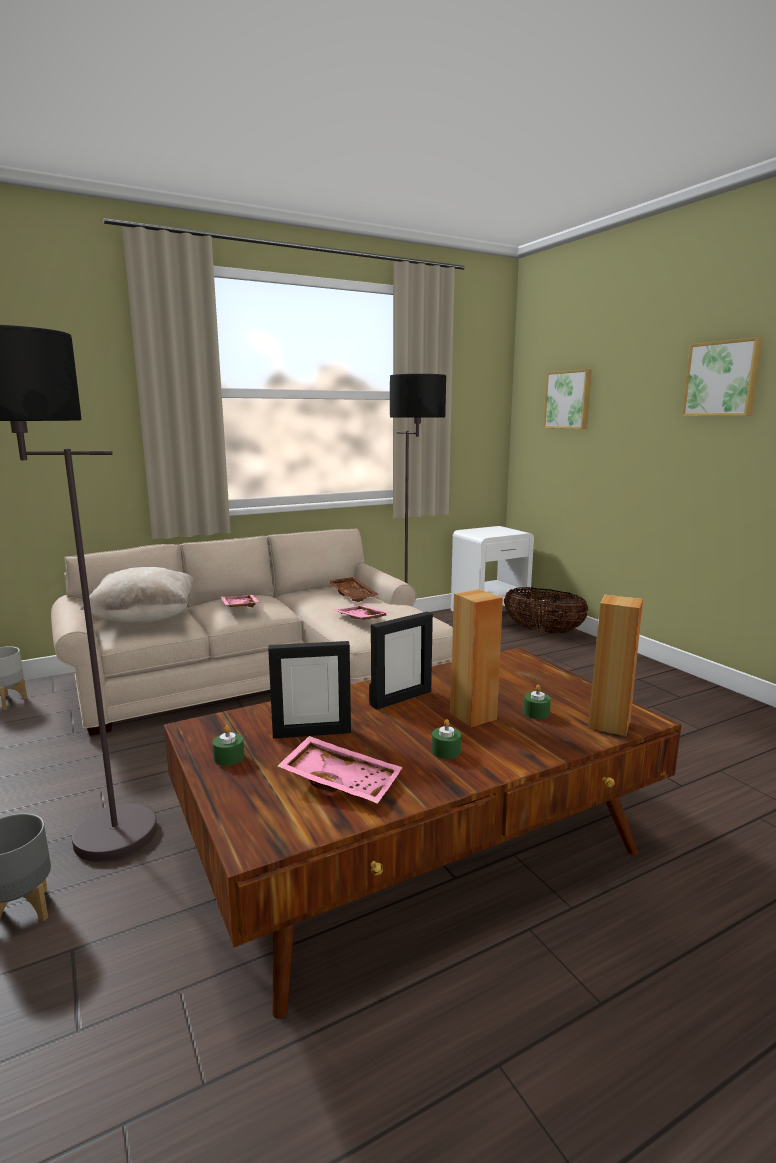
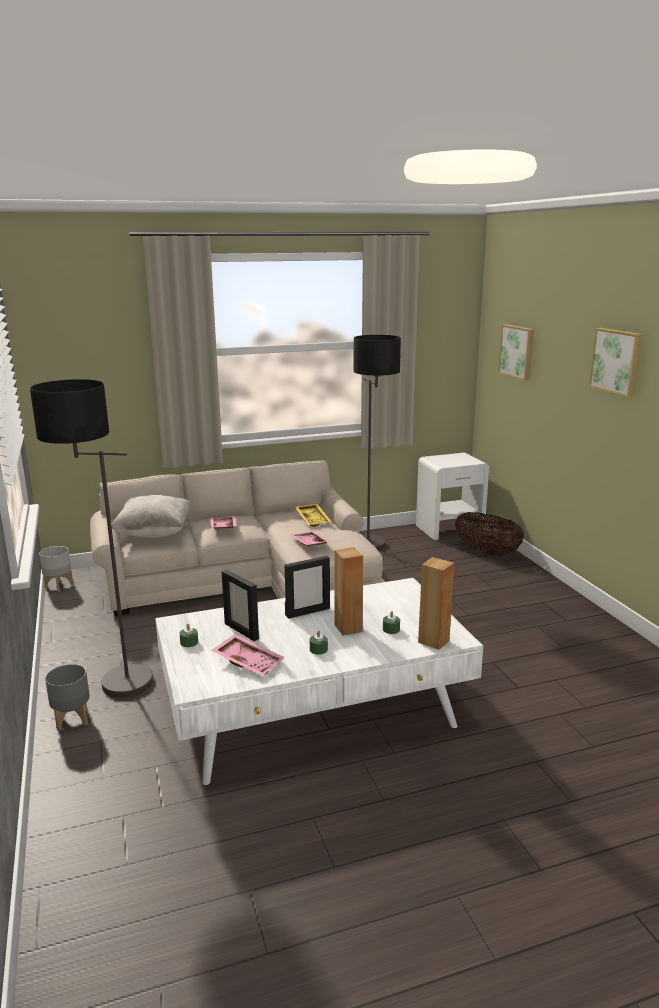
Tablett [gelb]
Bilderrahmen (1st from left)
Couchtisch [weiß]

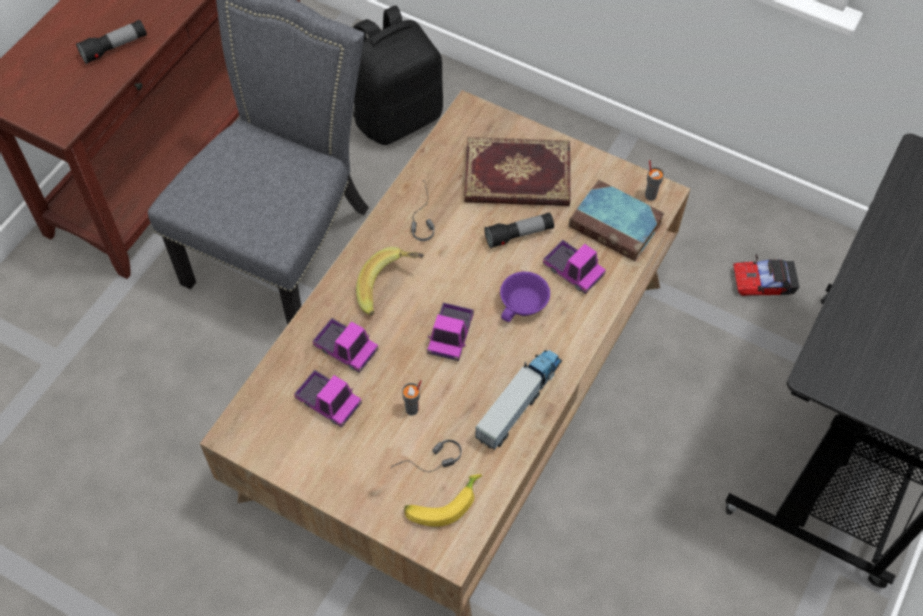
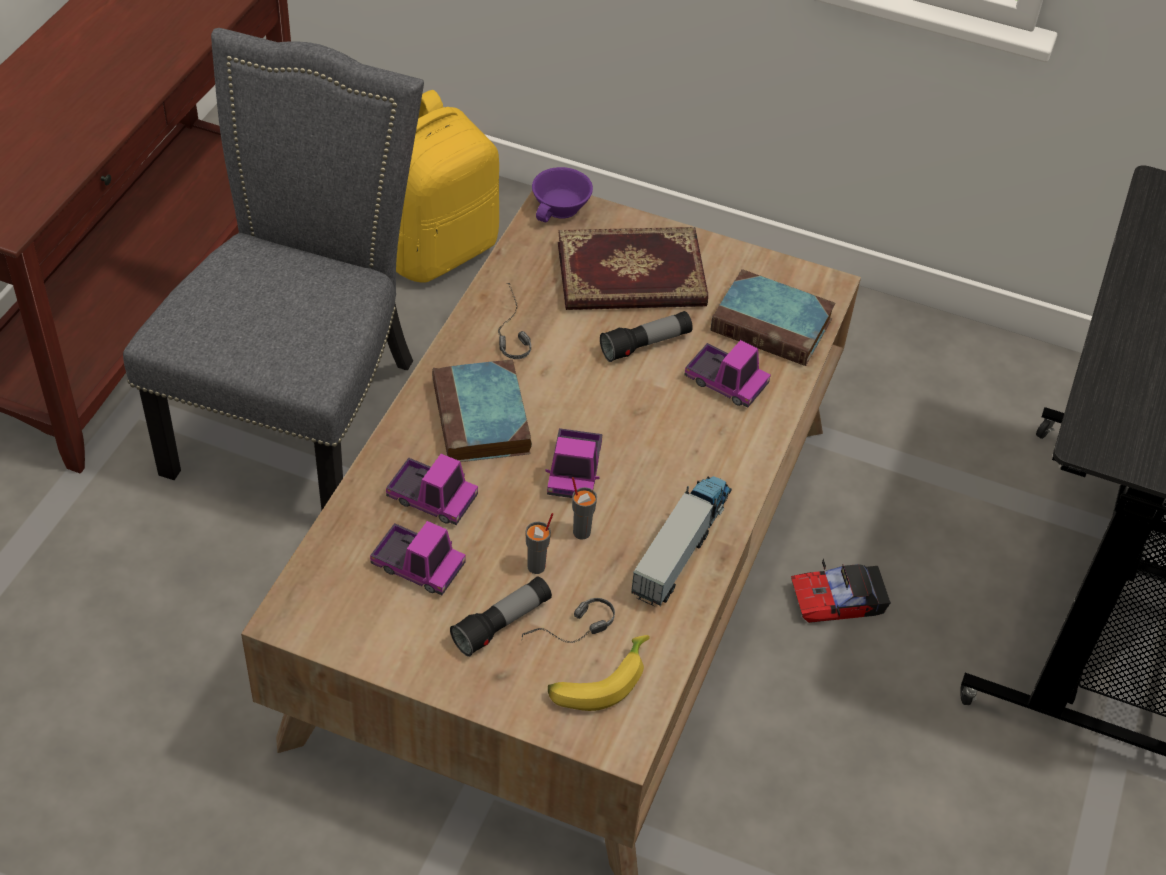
Rucksack [gelb]
Taschenlampe (1st from left)
Tasse [grau] (2nd from left)
Buch (1st from left)
Spielzeugauto
Tasse [lila]

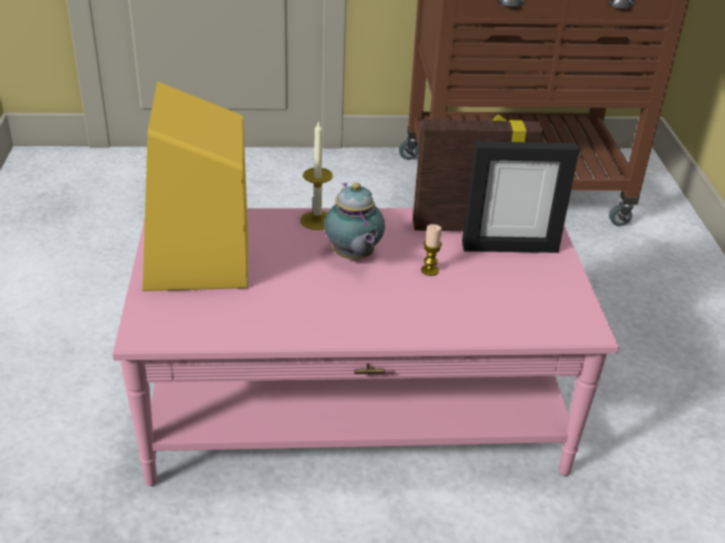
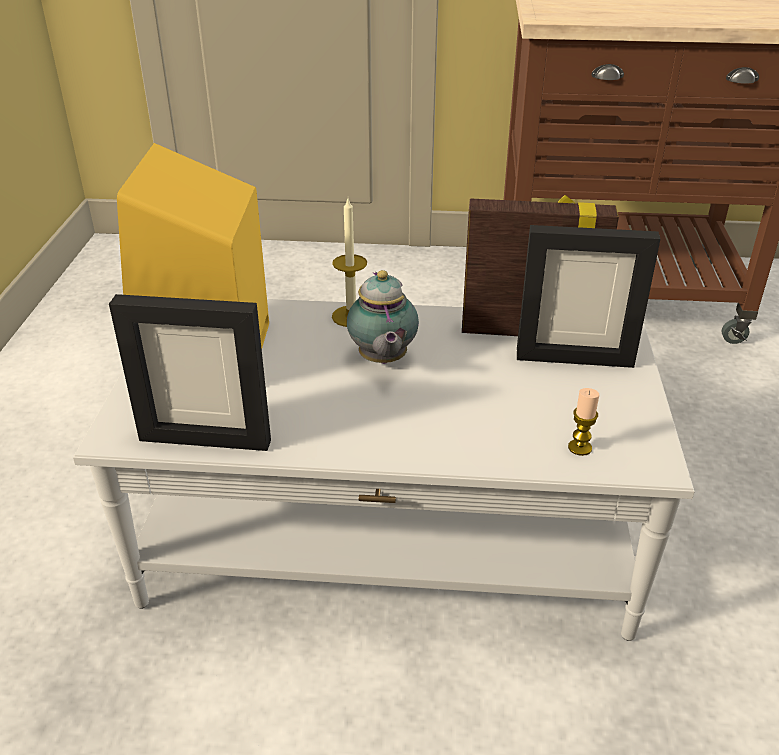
Couchtisch [weiß]
Kerze (2nd from left)
Bilderrahmen (1st from left)

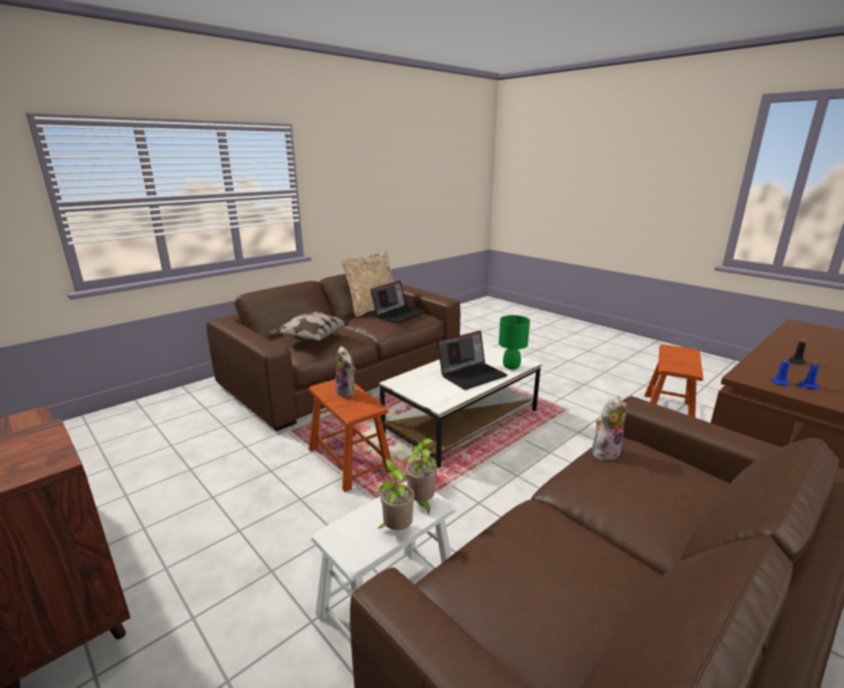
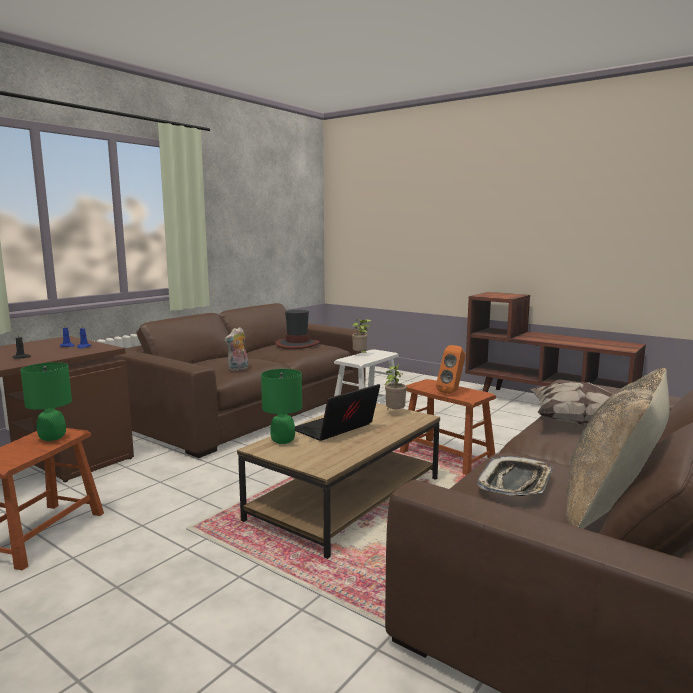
Tablett
Couchtisch [braun]
Lautsprecher [orange]
Topfpflanze (2nd from left)
Hut
Tischlampe [grün] (1st from left)

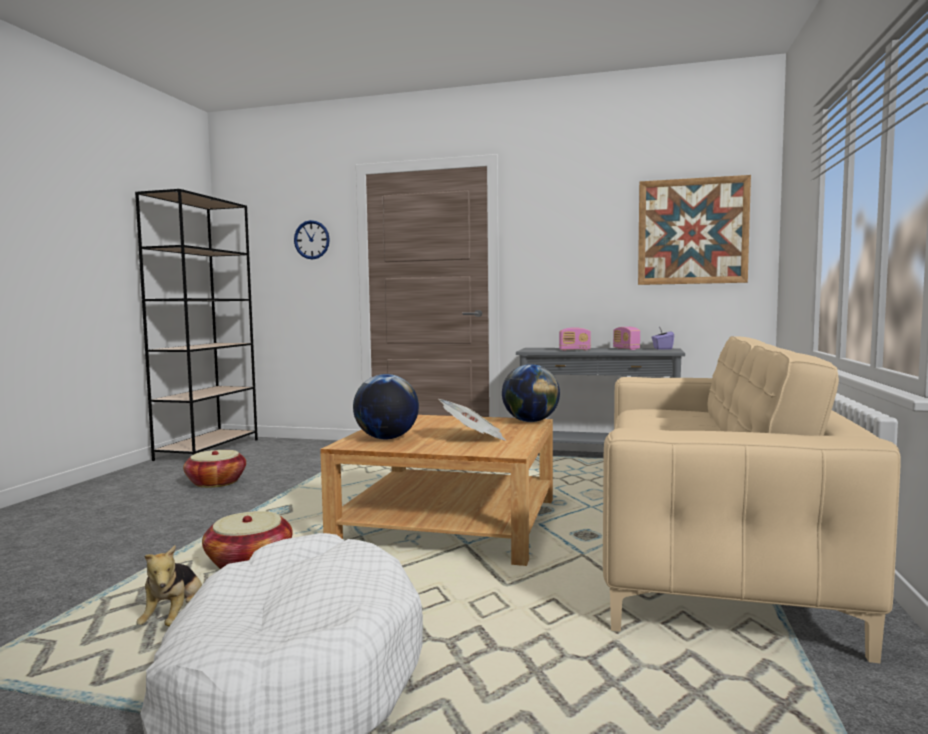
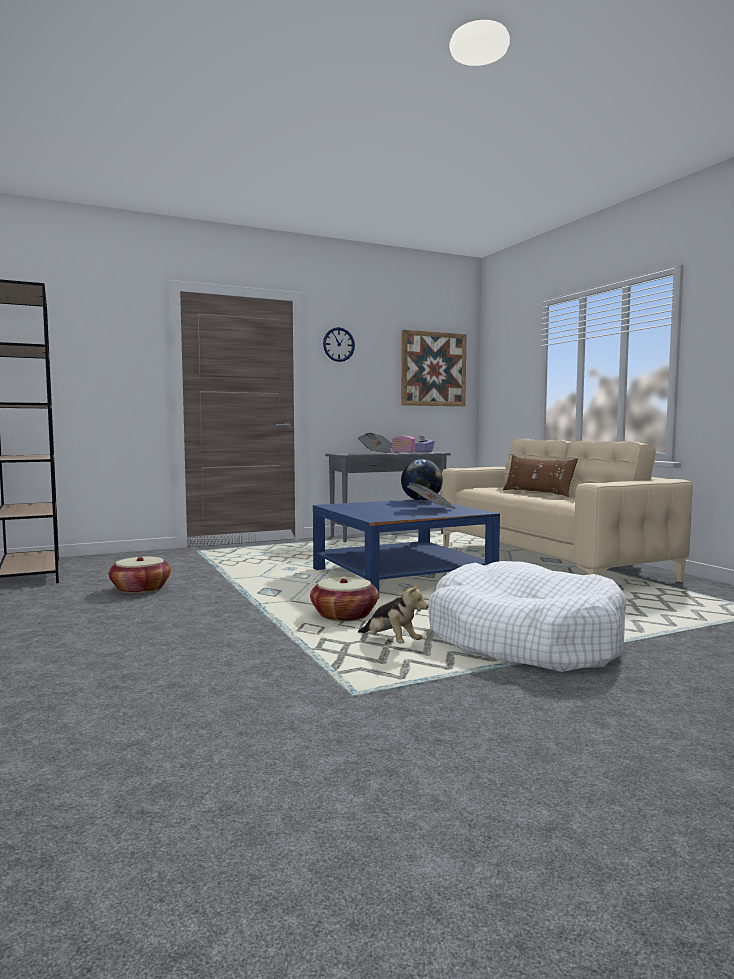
Wanduhr
Zeitung (1st from left)
Globus (1st from left in the first image)
Couchtisch [blau]
Kissen [braun]

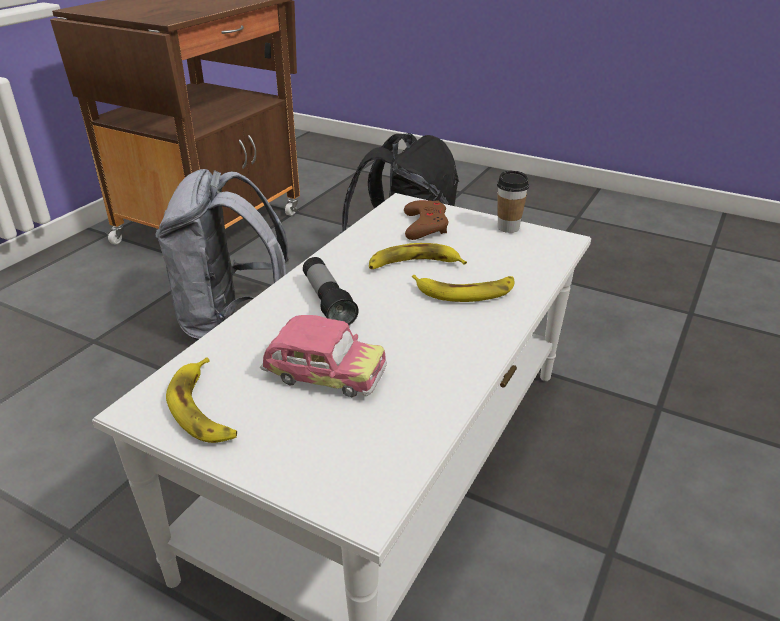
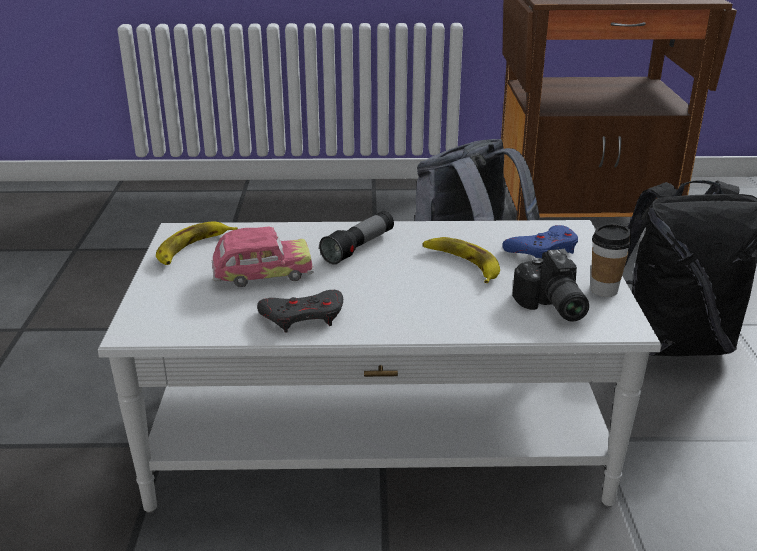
Gamepad [blau]
Banane (3rd from left in the first image)
Spielzeugauto
Kamera
Gamepad [grau]

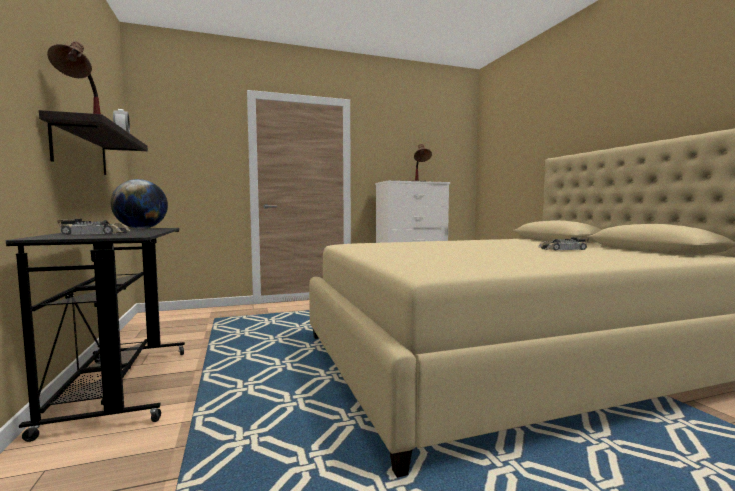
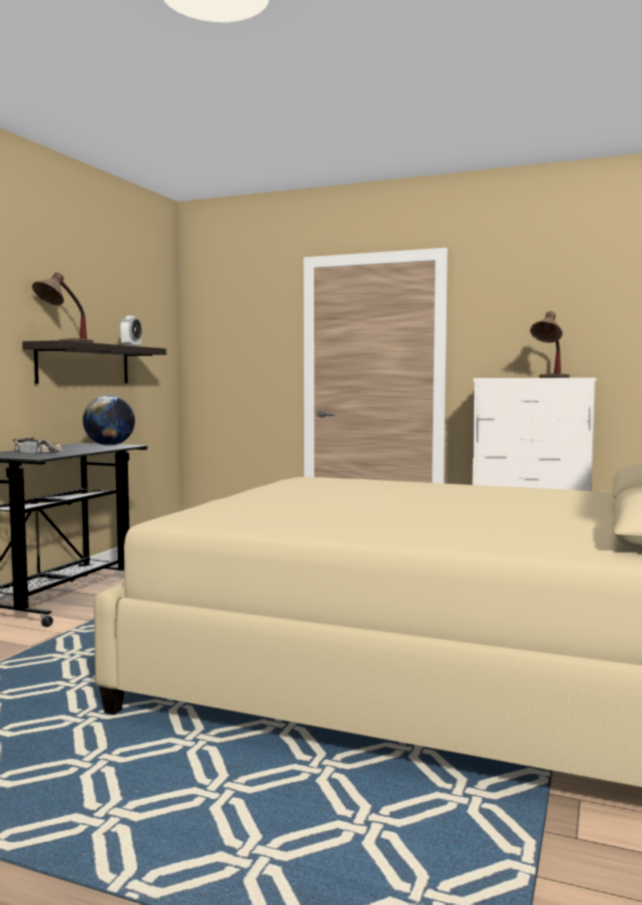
Spielzeugauto (2nd from left in the first image)

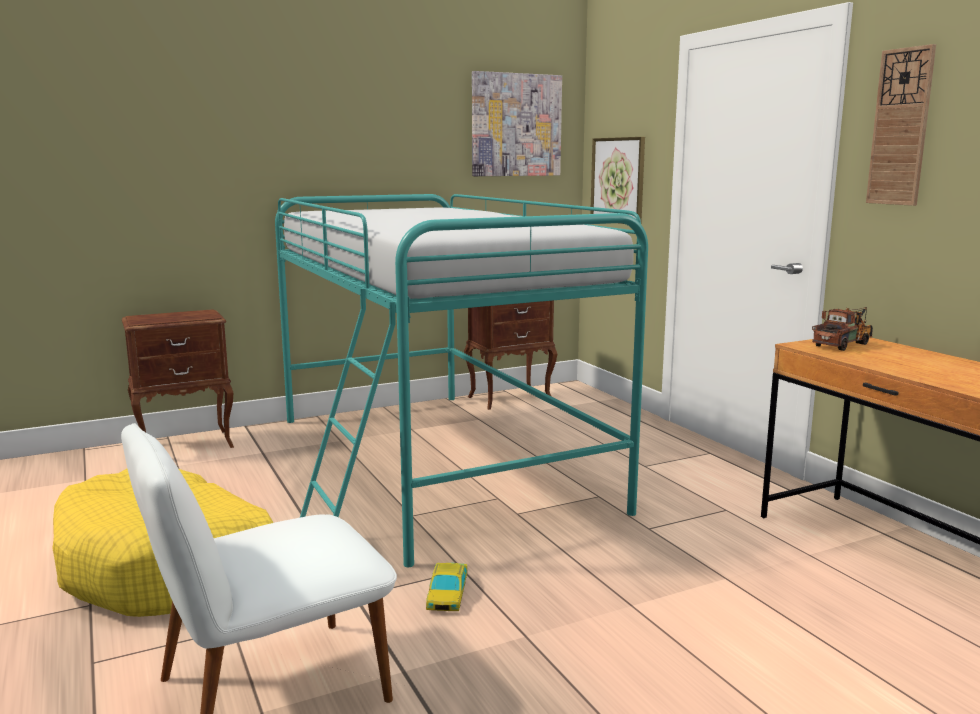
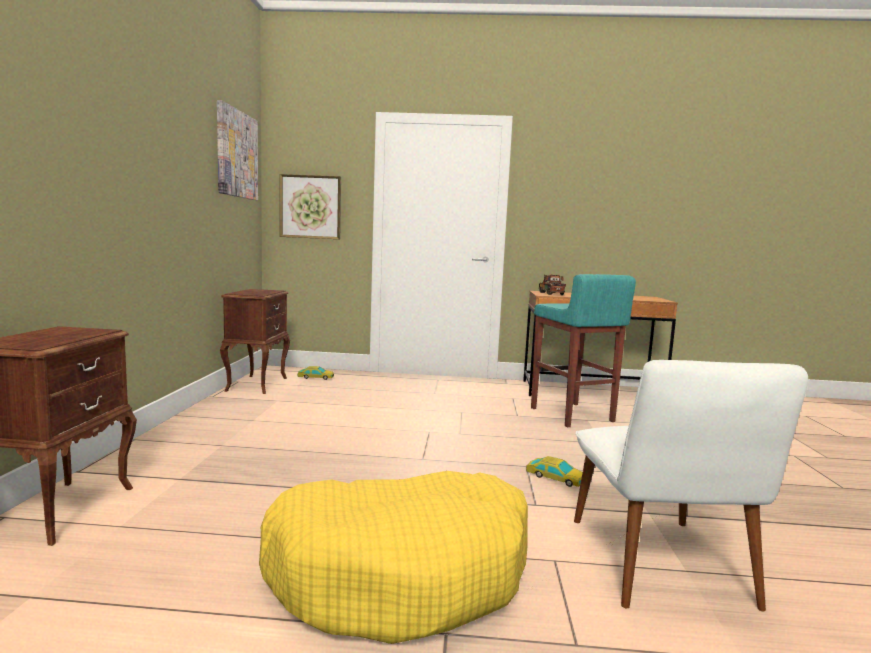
Wanduhr
Bett [türkis]
Hocker [türkis]
Spielzeugauto (1st from left)

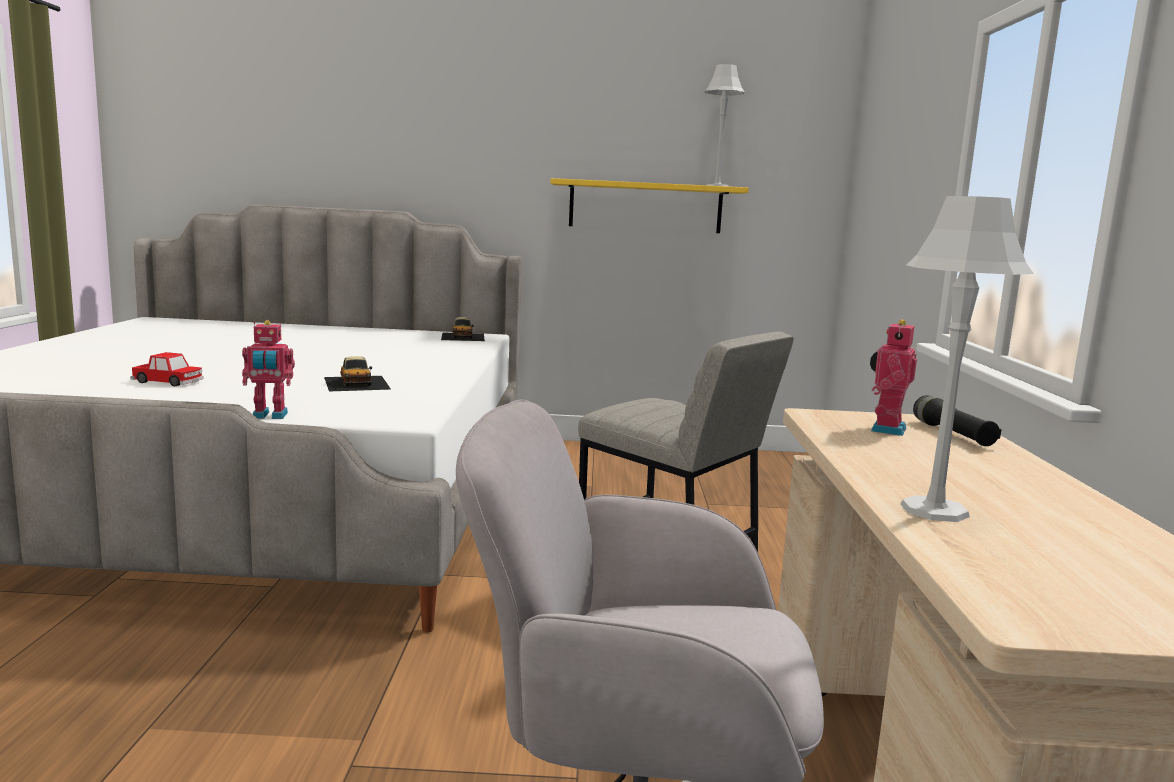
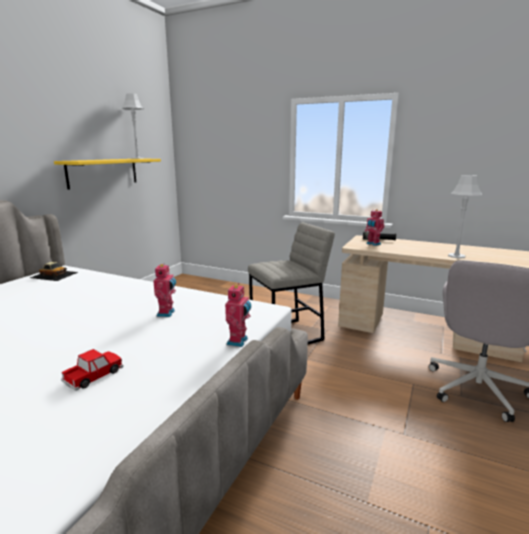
Spielzeugroboter (1st from left)

